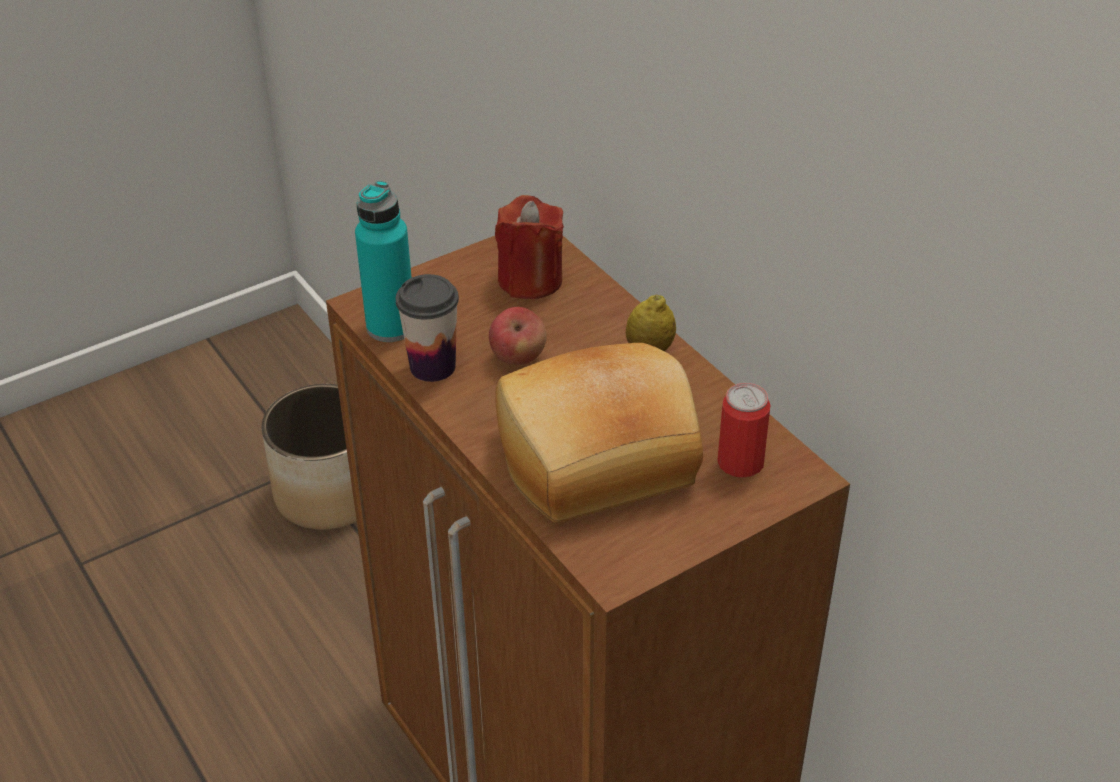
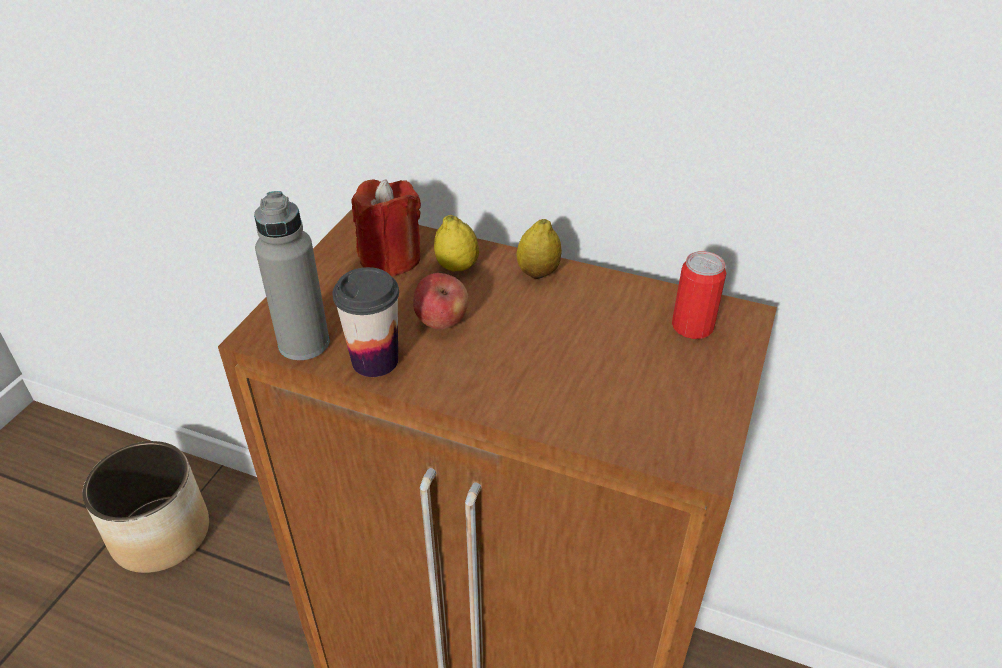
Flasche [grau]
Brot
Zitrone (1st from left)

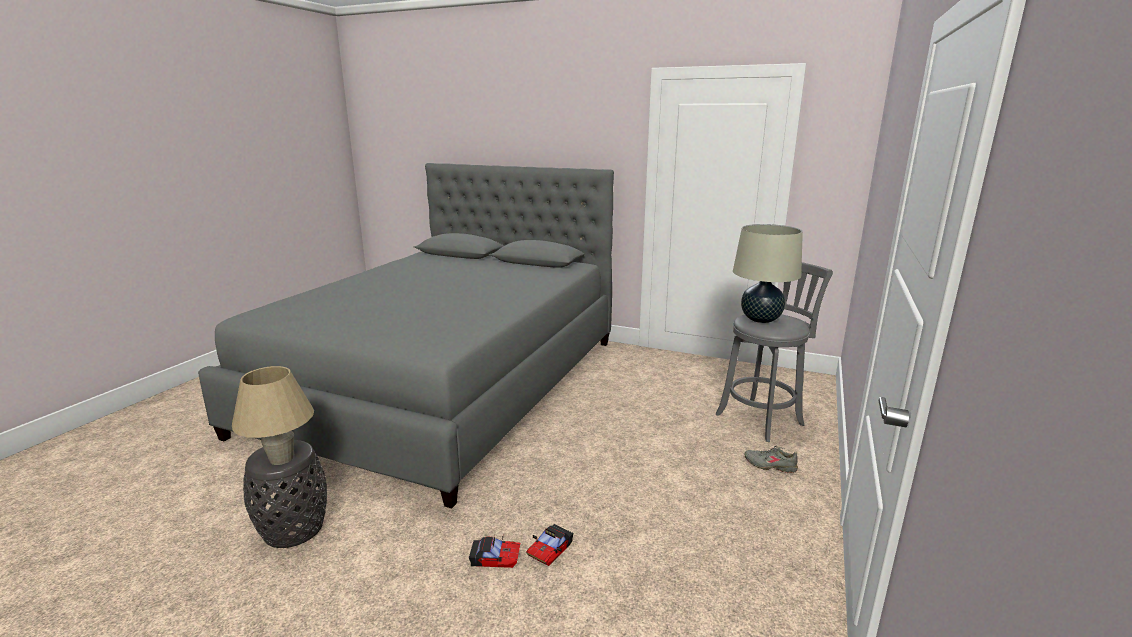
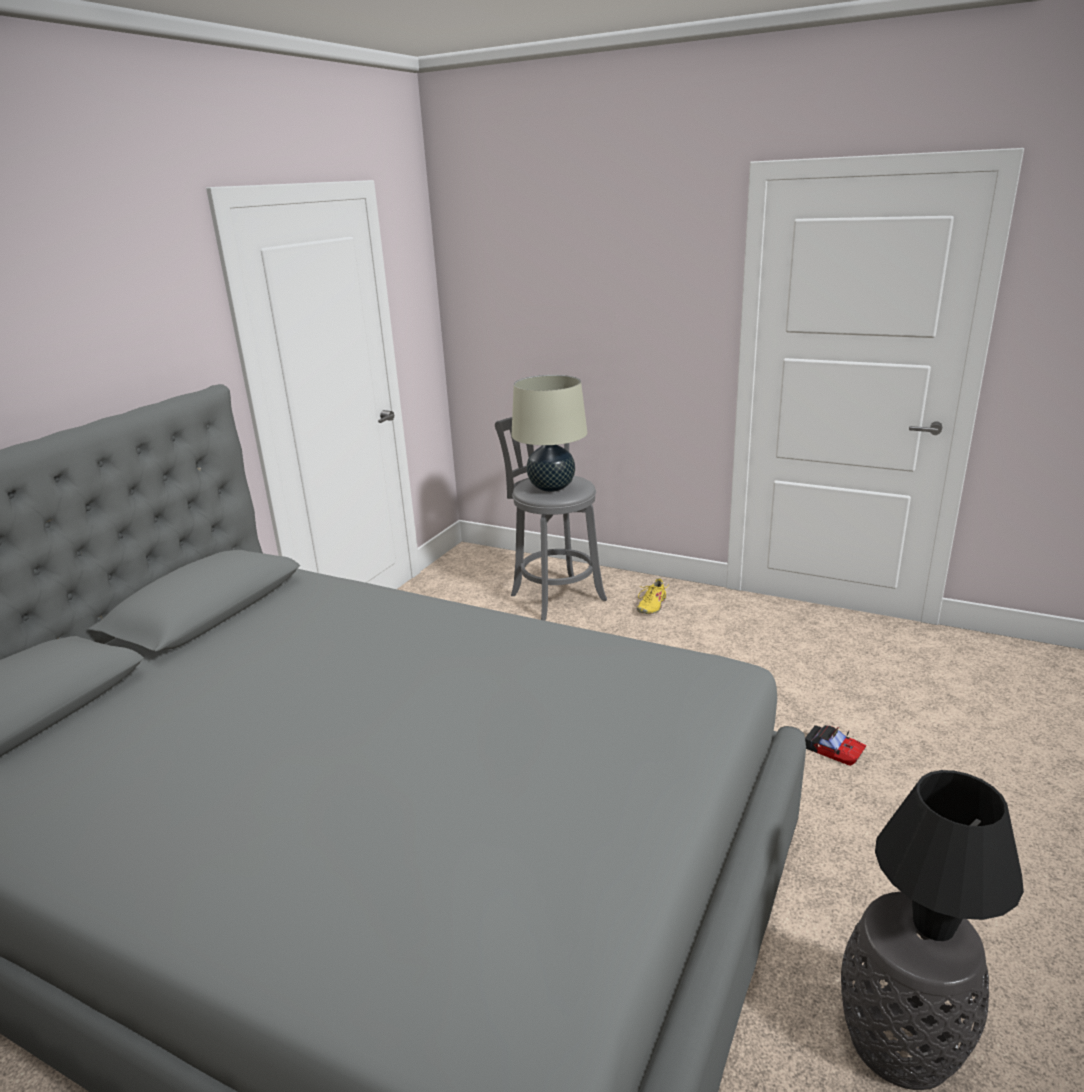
Tischlampe [schwarz]
Schuh [gelb]
Spielzeugauto (1st from left in the first image)

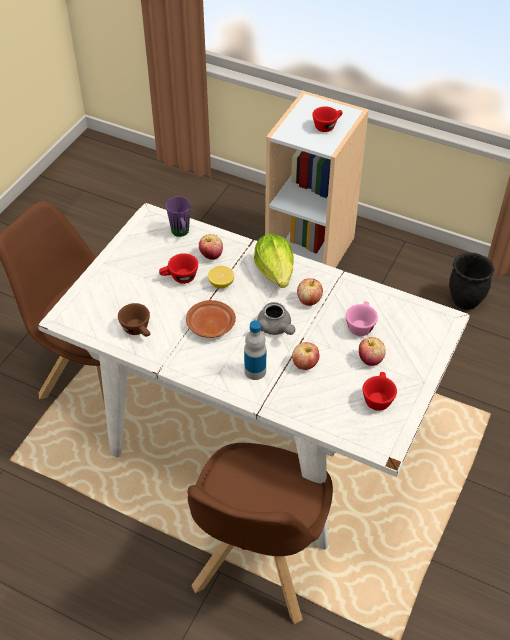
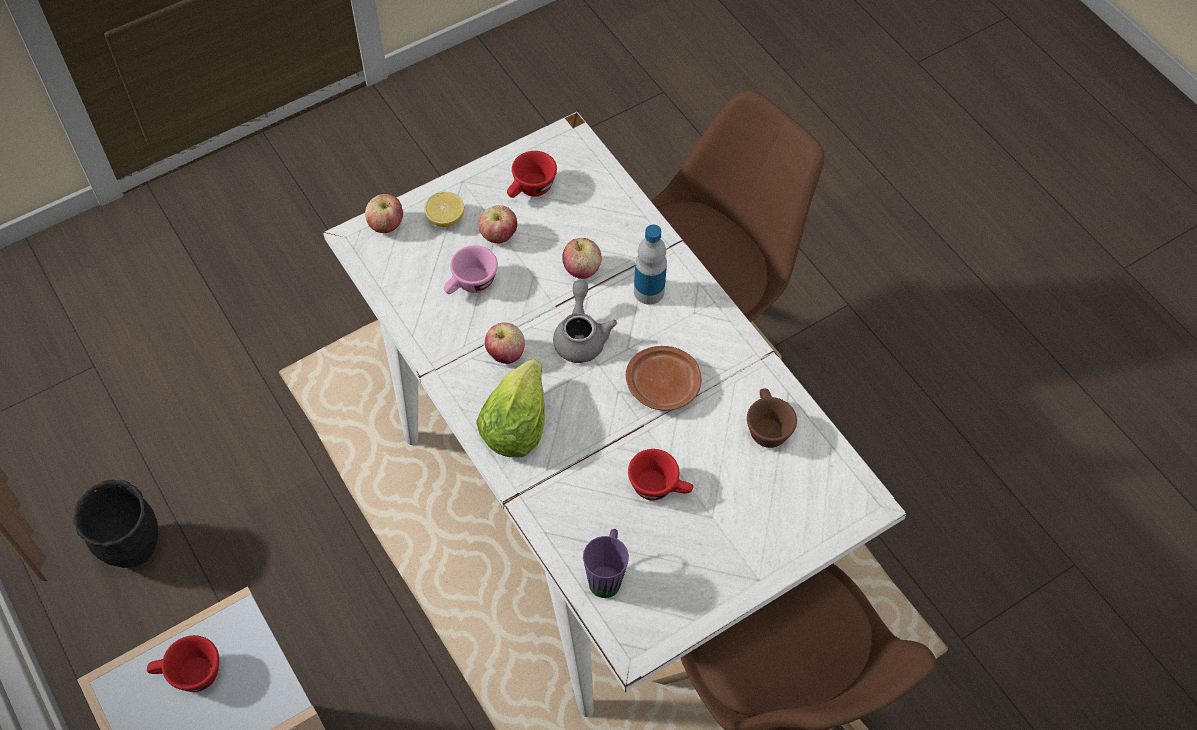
Apfel (1st from left)
Zitrone

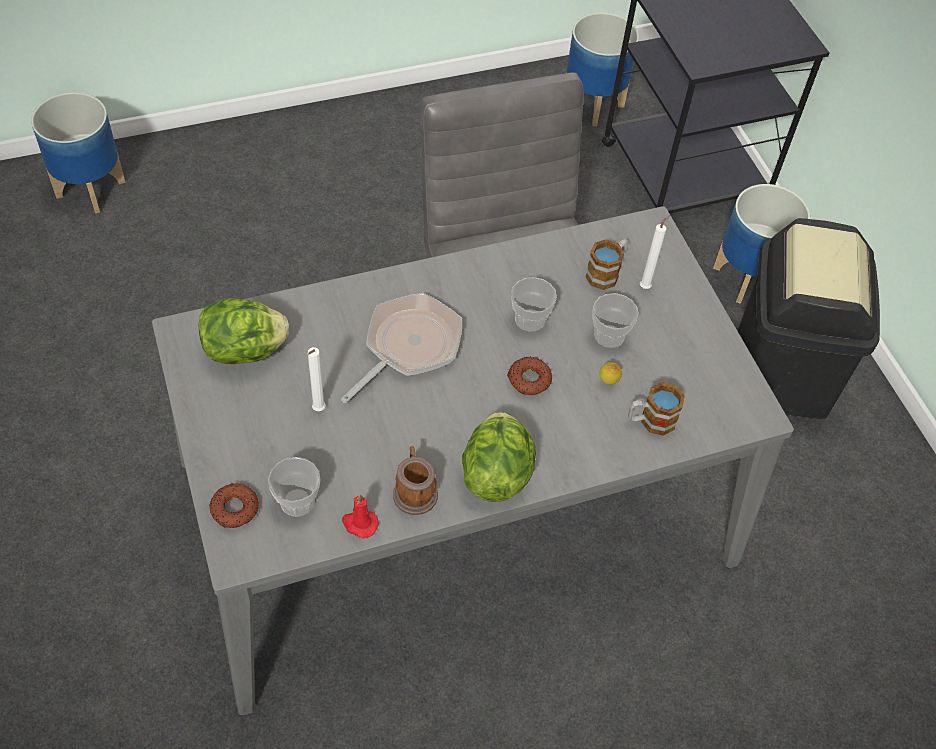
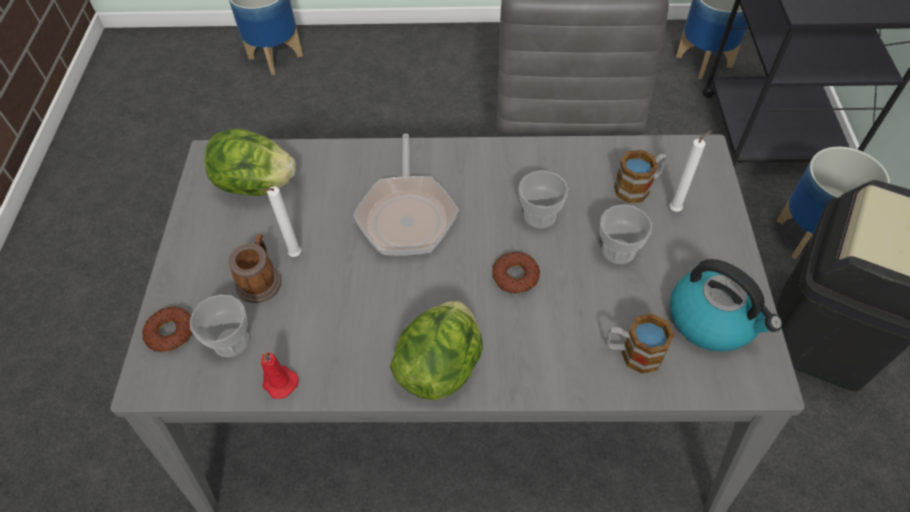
Pfanne
Zitrone
Henkelbecher (1st from left)
Wasserkessel

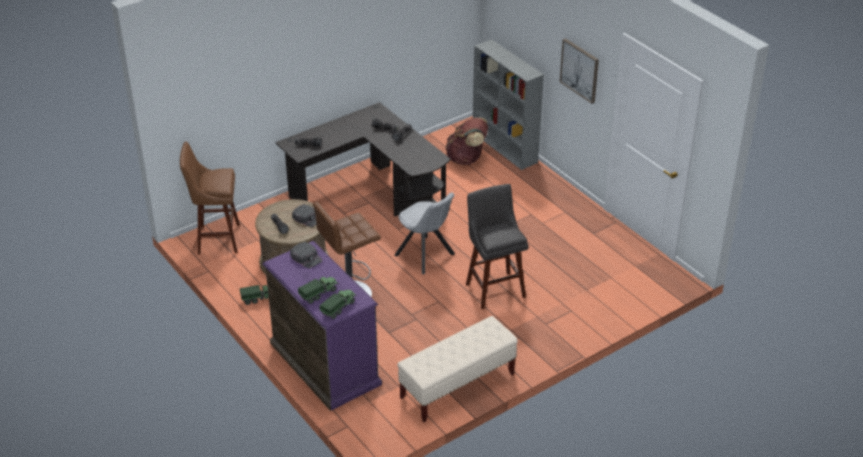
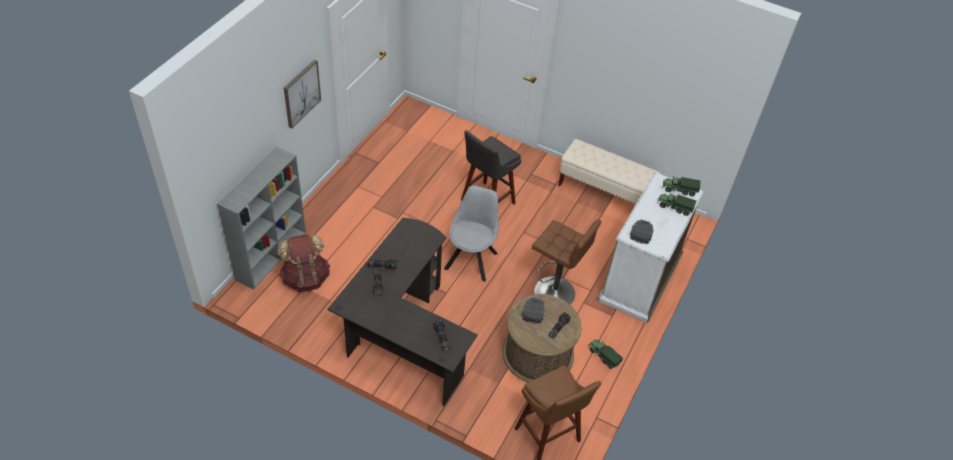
Kommode [weiß]

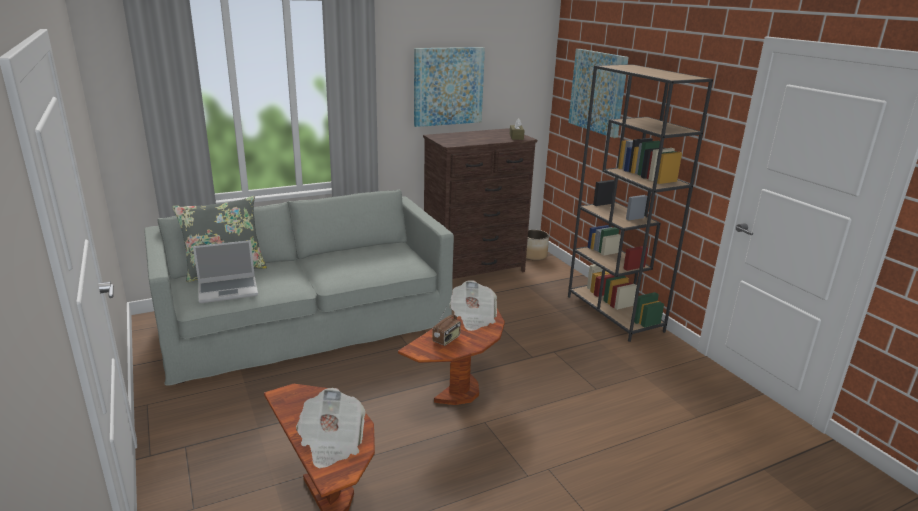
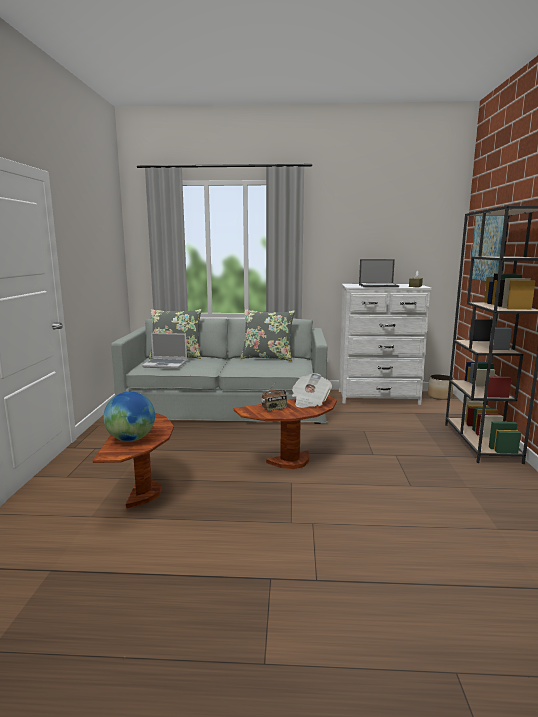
Bild (1st from left in the first image)
Kommode [weiß]
Globus
Laptop (2nd from left)
Kissen [grau] (2nd from left)

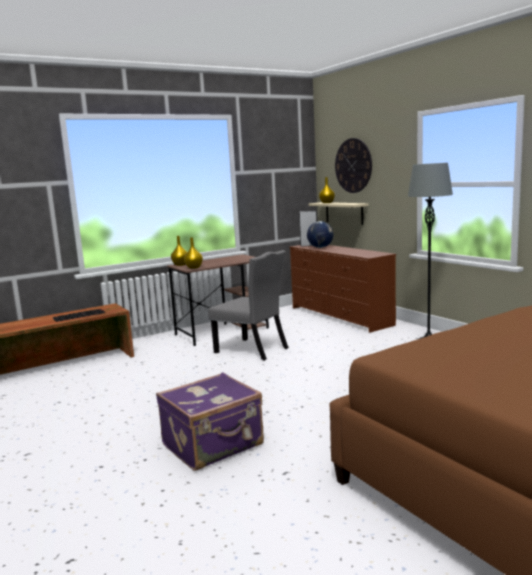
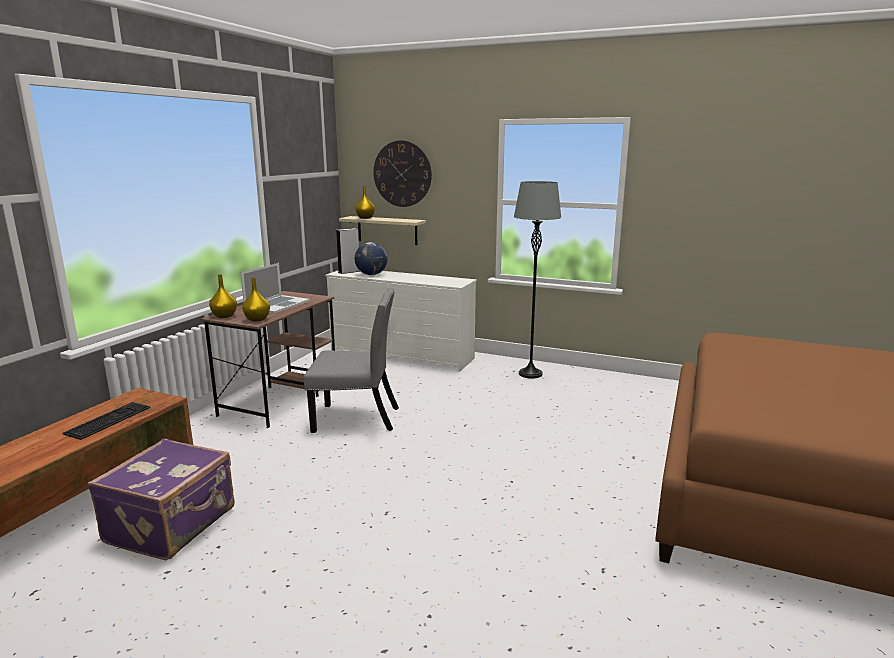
Kommode [weiß]
Koffer [lila]
Laptop

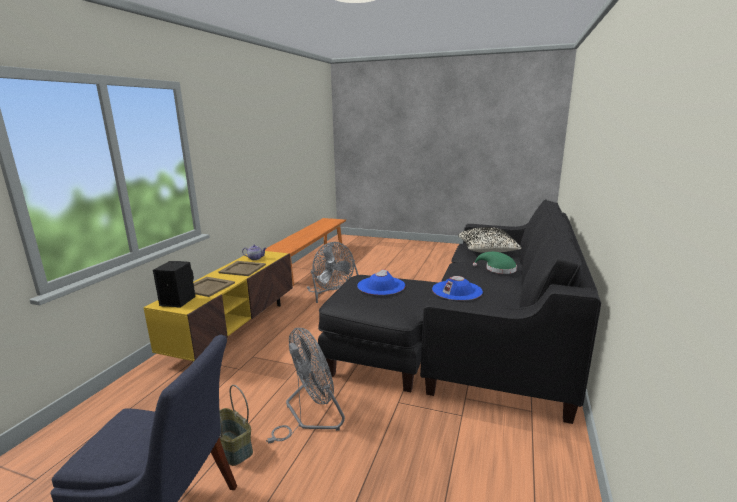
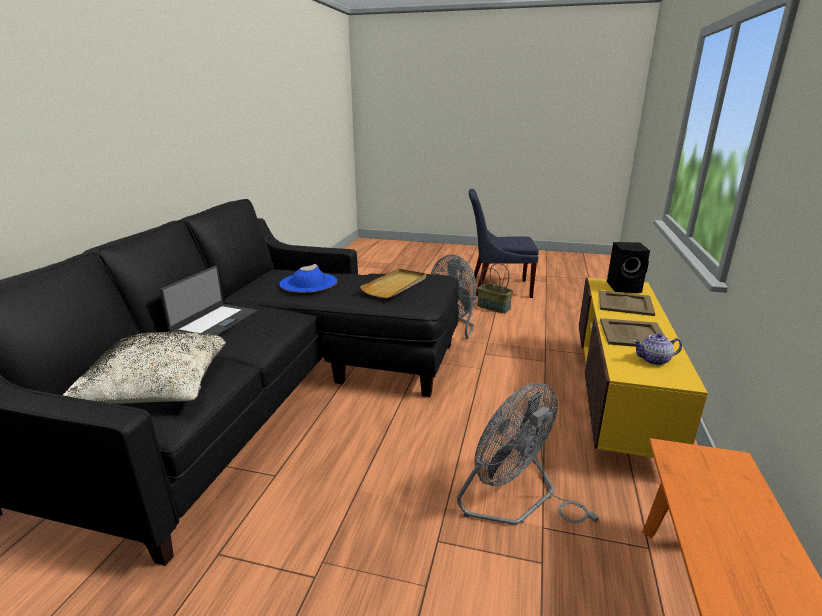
Laptop
Tablett [beige] (1st from left)

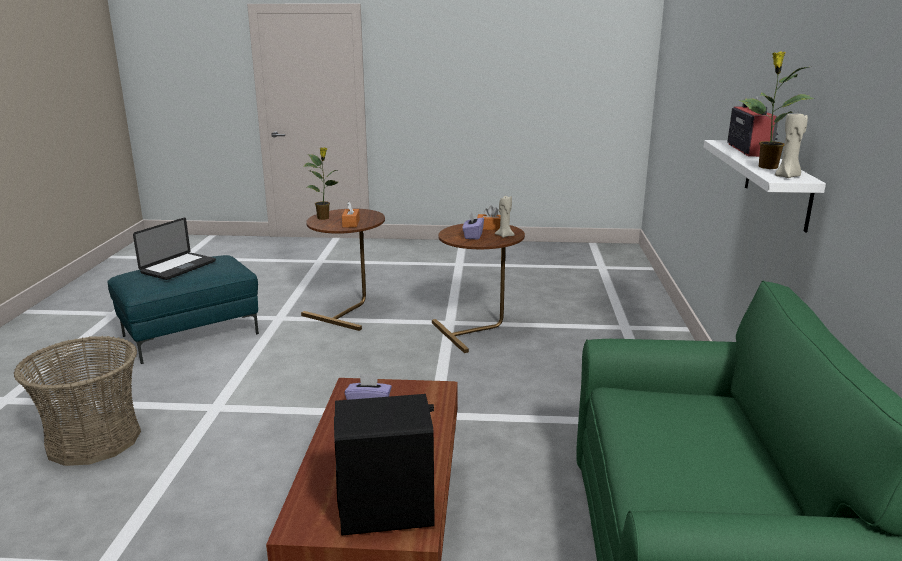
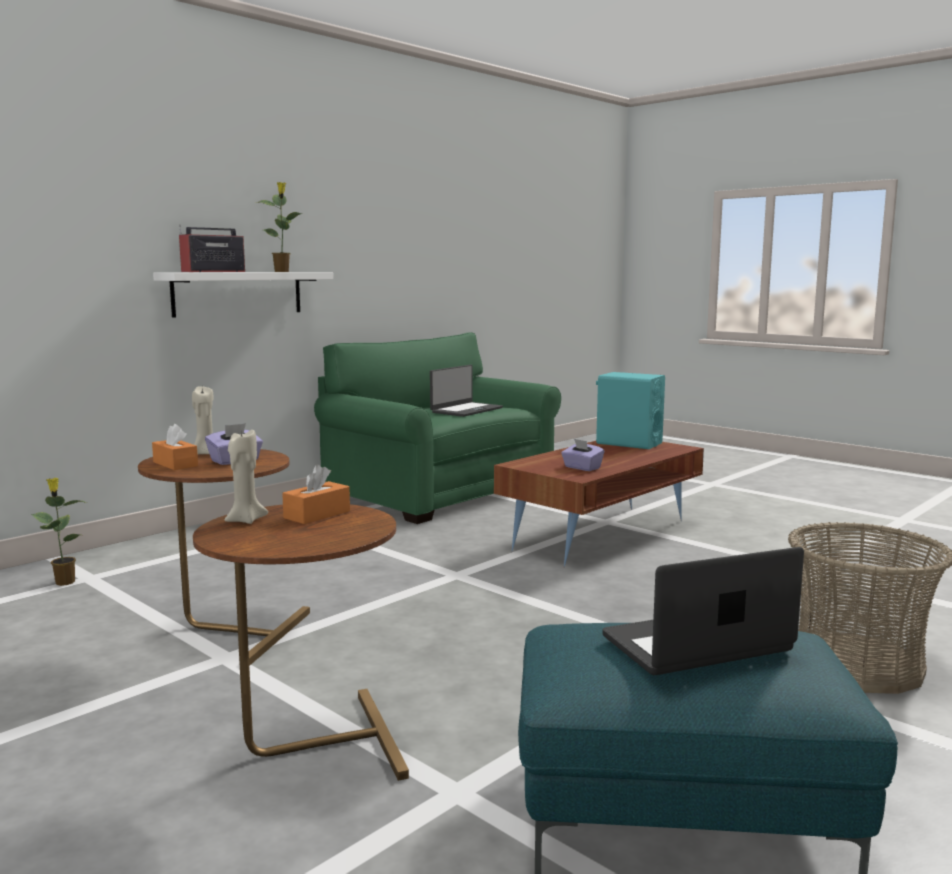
Kerze [beige] (2nd from left)
Topfpflanze (1st from left)
Lautsprecher [türkis]
Laptop (1st from left)

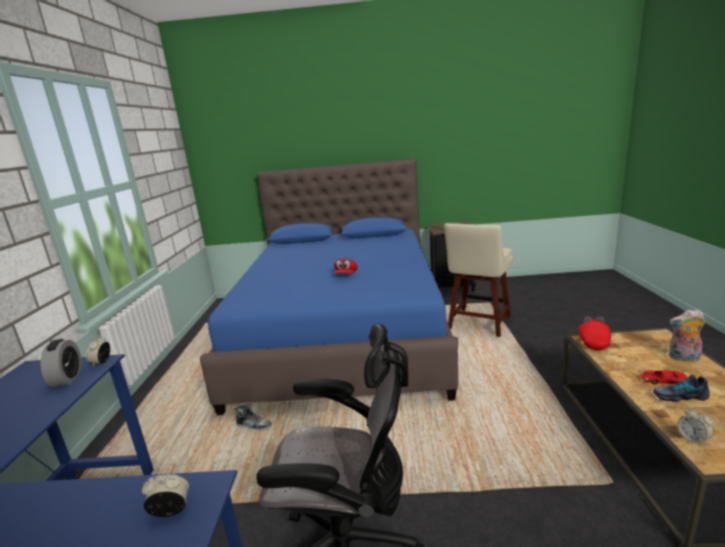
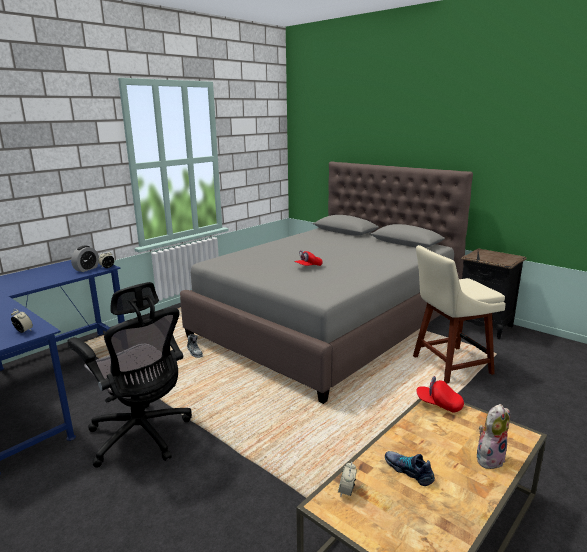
Bett [grau]
Plüschtier
Kappe [rot] (2nd from left)
Spielzeugauto [rot]

